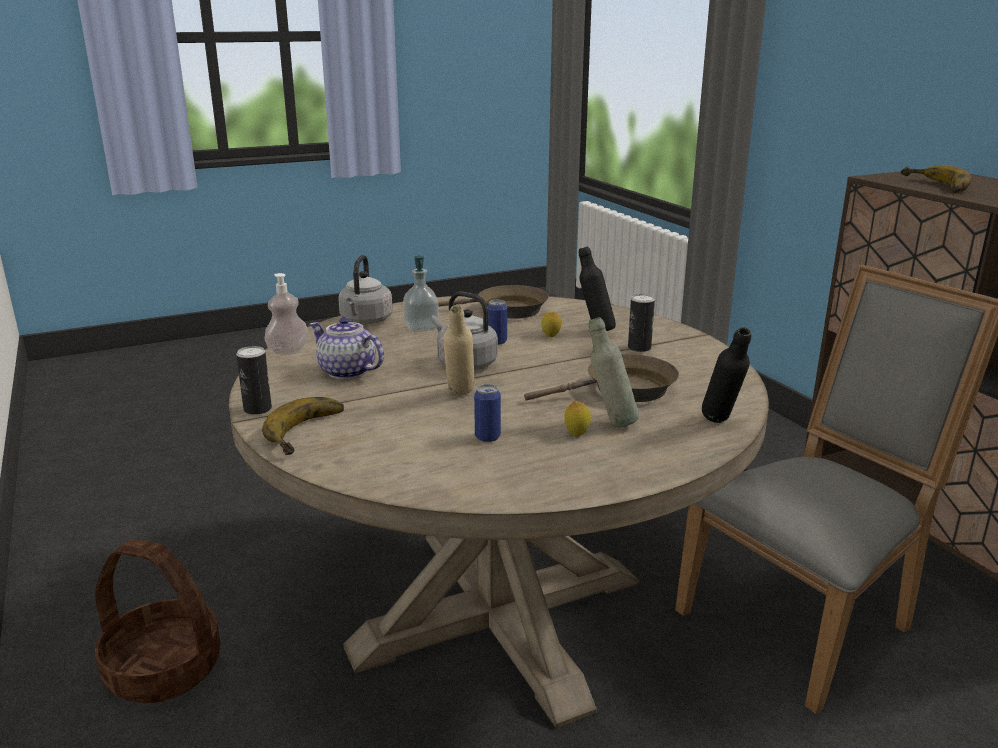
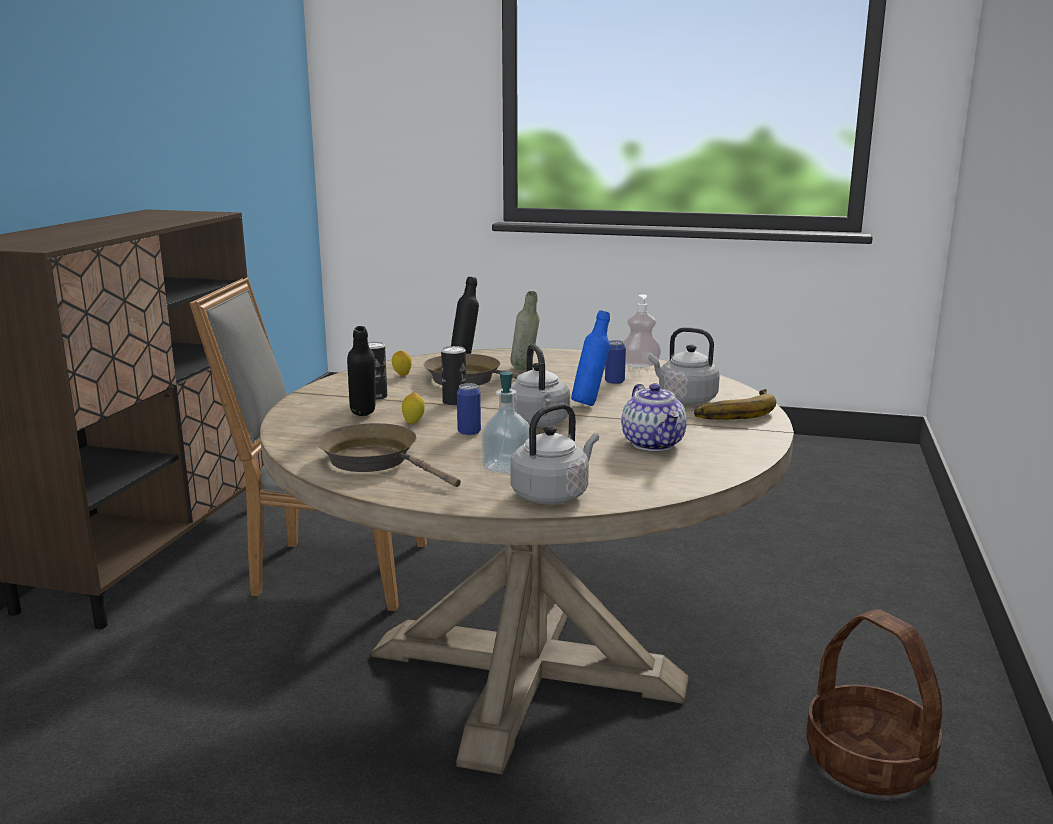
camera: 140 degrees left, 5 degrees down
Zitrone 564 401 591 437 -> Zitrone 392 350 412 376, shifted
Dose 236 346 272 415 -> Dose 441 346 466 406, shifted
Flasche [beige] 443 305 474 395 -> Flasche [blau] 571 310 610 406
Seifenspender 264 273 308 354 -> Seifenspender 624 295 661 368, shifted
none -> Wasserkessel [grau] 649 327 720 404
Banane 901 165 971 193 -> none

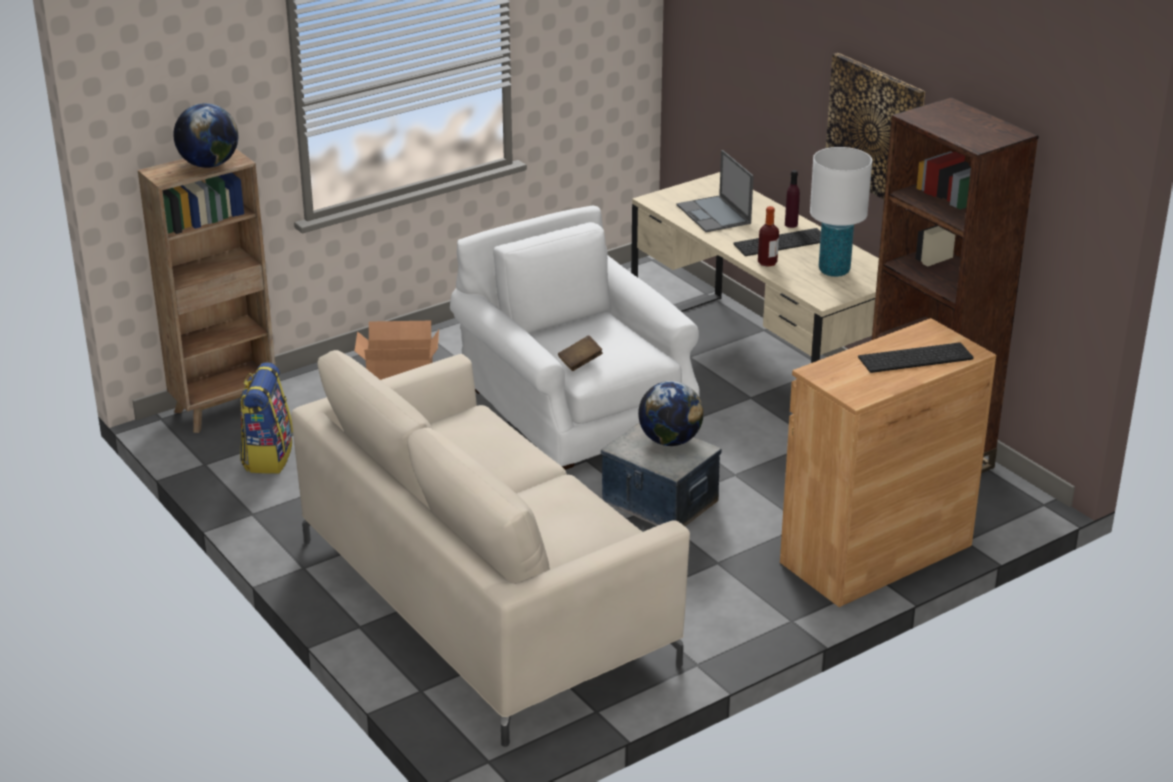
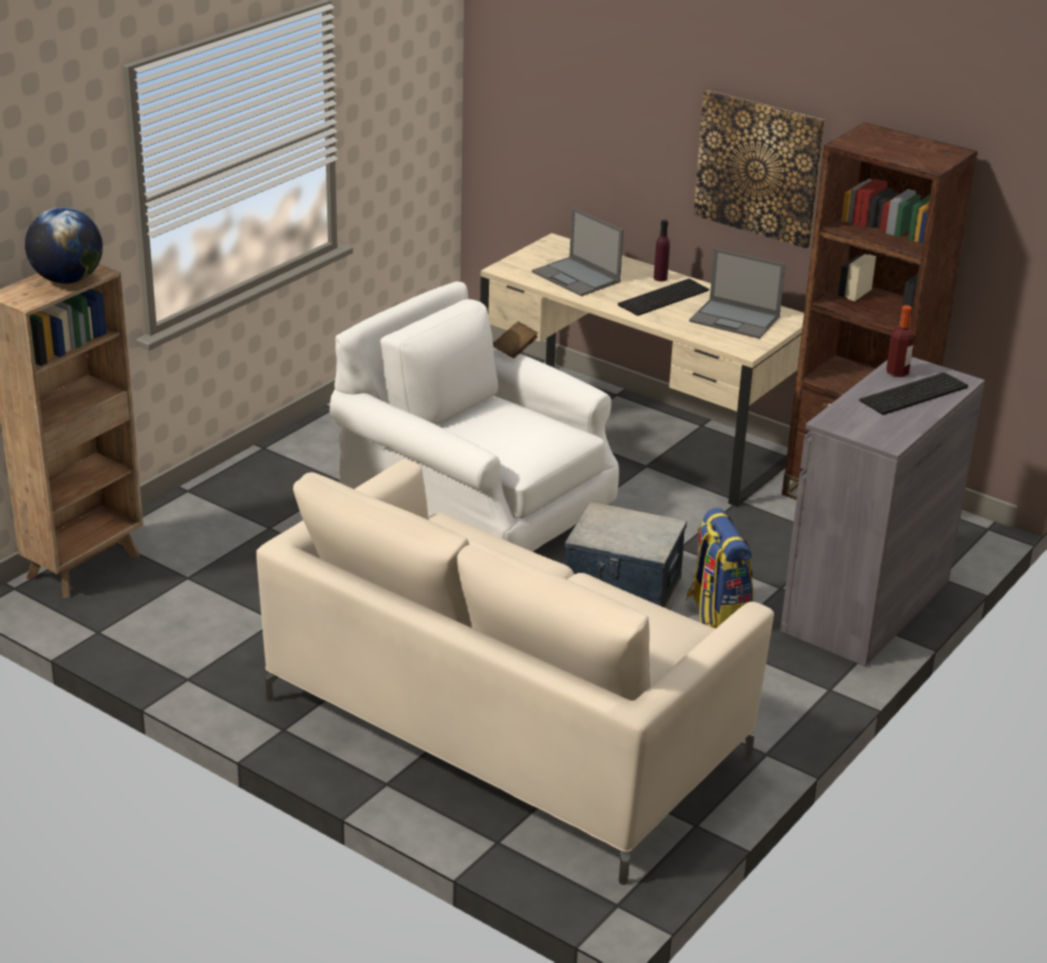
camera: 20 degrees left, 0 degrees up
Buch [braun] 558 335 603 371 -> Buch [braun] 493 321 538 358, shifted
Rucksack 240 362 293 474 -> Rucksack 686 508 753 629, shifted
Tischlampe [weiß] 810 147 872 277 -> Laptop 689 248 785 339
Schrank [braun] 780 318 996 607 -> Schrank [grau] 780 357 985 667
Flasche 758 206 779 267 -> Flasche 886 305 914 377, shifted
Karton 355 321 439 380 -> none
Globus 638 381 704 446 -> none

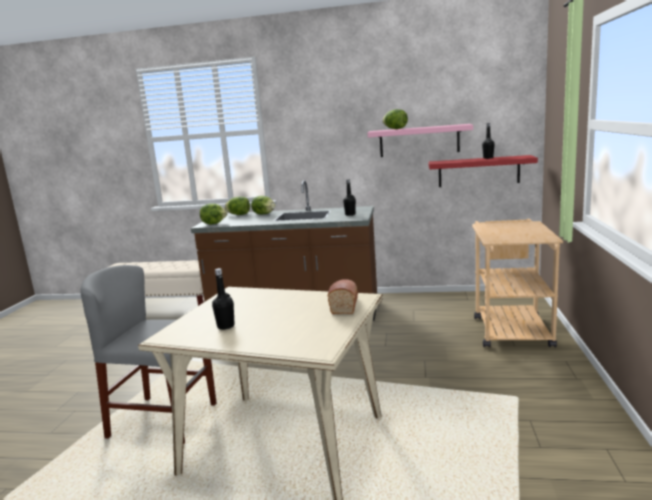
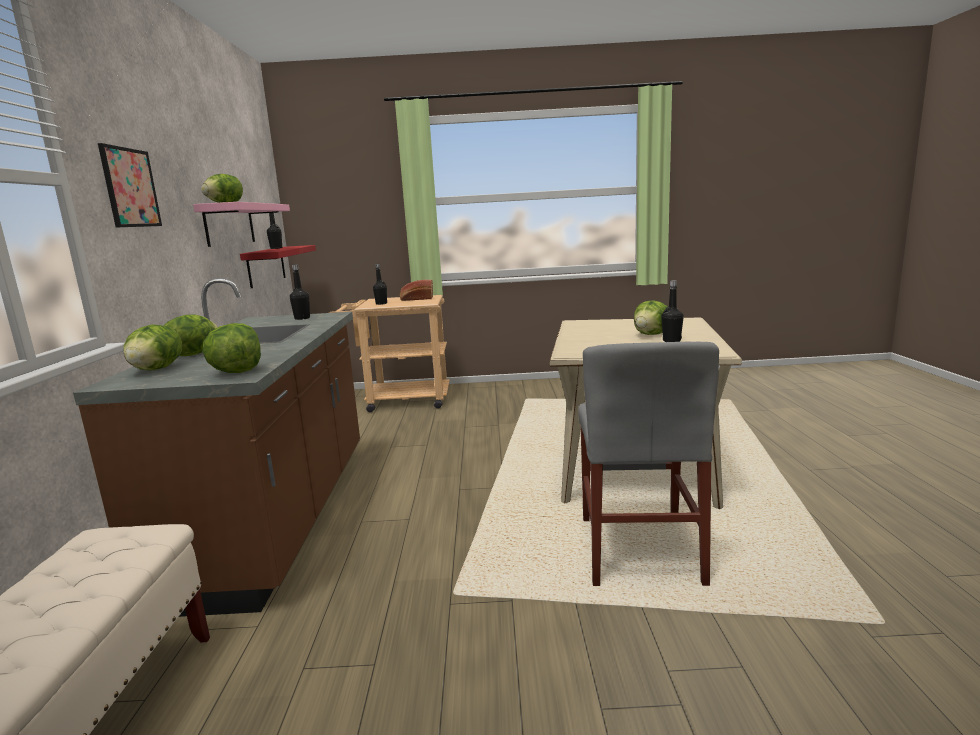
camera: 100 degrees left, 0 degrees up
none -> Bild 98 143 162 228
none -> Flasche [schwarz] 373 264 387 305
Brot 328 279 358 314 -> Brot 400 279 433 301, shifted
none -> Salatkopf 634 300 667 335

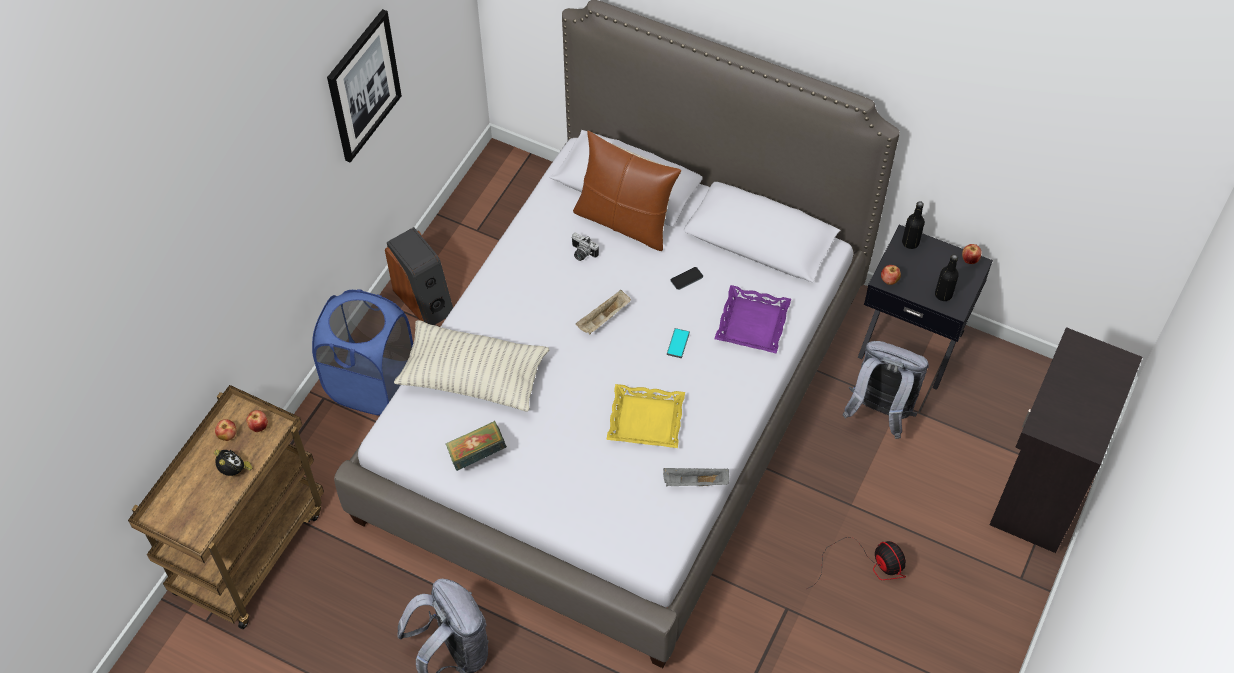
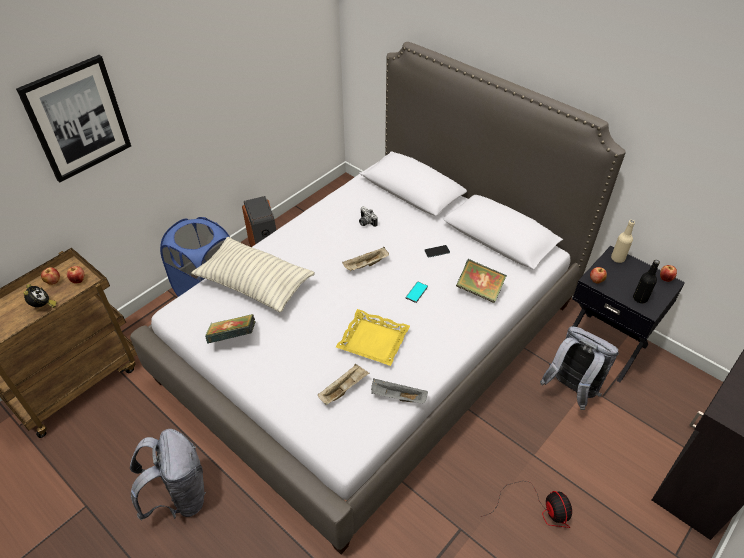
camera: 15 degrees right, 10 degrees down
Bild 327 9 402 163 -> Bild 16 55 131 183, shifted
none -> Tablett [beige] 318 364 369 405
Tablett [lila] 715 285 791 354 -> Buch 456 259 507 303
Flasche [schwarz] 902 201 925 249 -> Flasche [beige] 611 220 635 263
Kissen [braun] 573 131 681 251 -> none

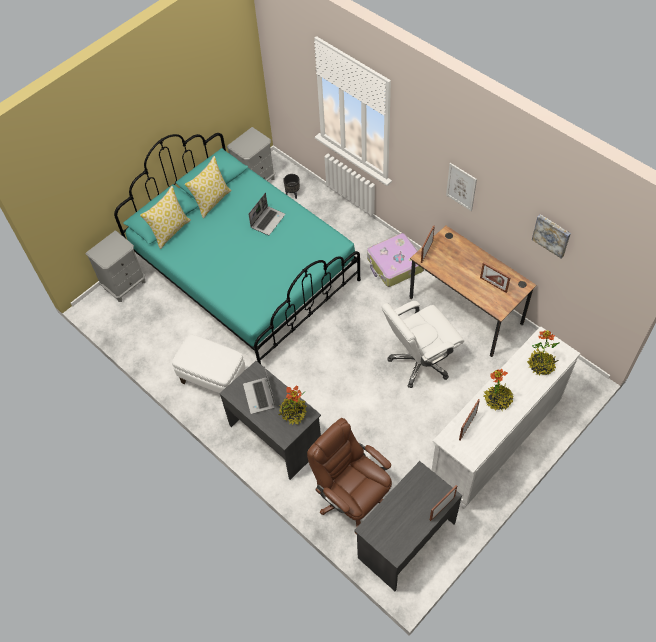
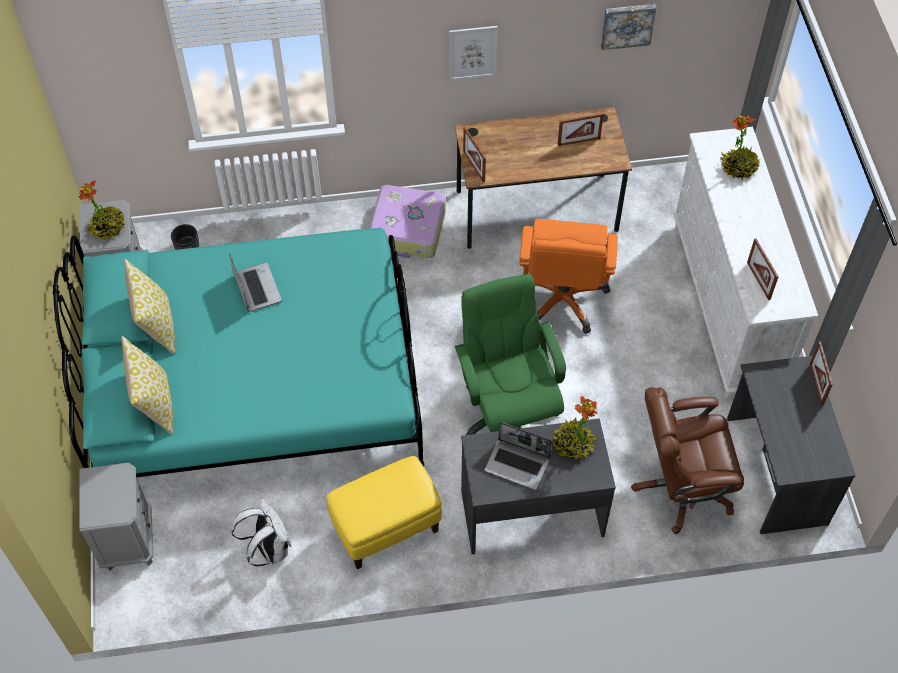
camera: 55 degrees left, 0 degrees up
Topfpflanze 484 369 514 411 -> Topfpflanze 79 180 125 240, shifted
none -> Rucksack [weiß] 232 499 292 566
Polsterhocker [weiß] 172 335 245 393 -> Polsterhocker [gelb] 326 456 442 569
none -> Bürostuhl [grün] 455 274 566 435
Bürostuhl [weiß] 382 301 464 388 -> Bürostuhl [orange] 519 219 618 334

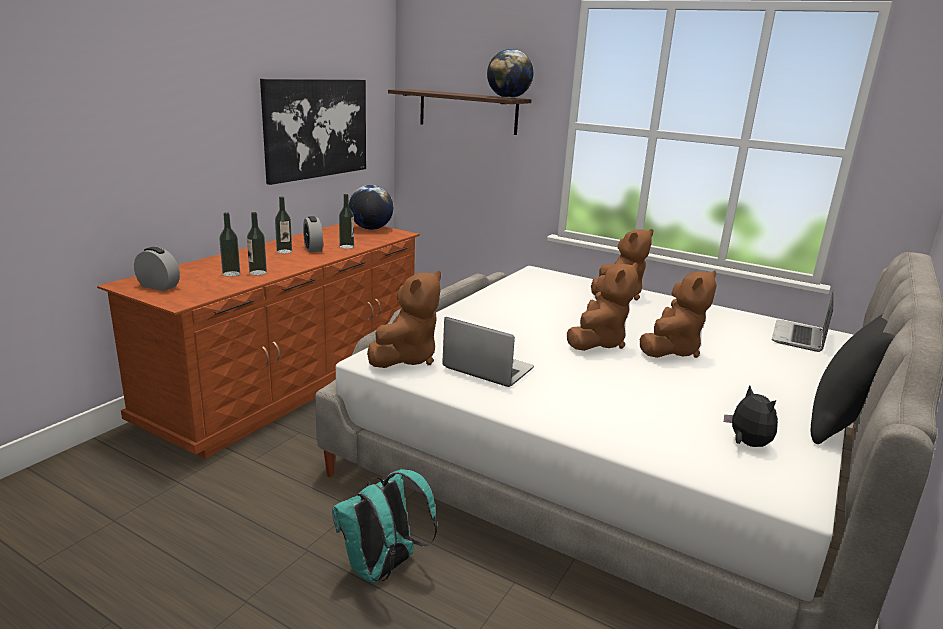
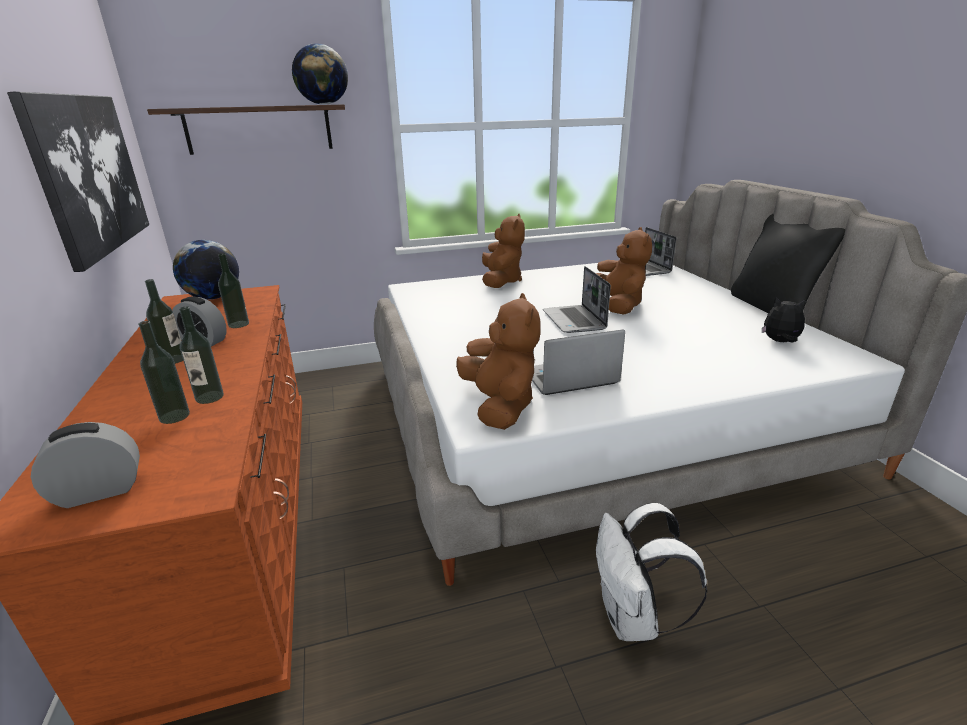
camera: 45 degrees left, 5 degrees up
Plüschtier [braun] 567 263 638 351 -> Laptop 543 266 611 333
Rucksack [türkis] 332 469 437 583 -> Rucksack [weiß] 596 503 707 641

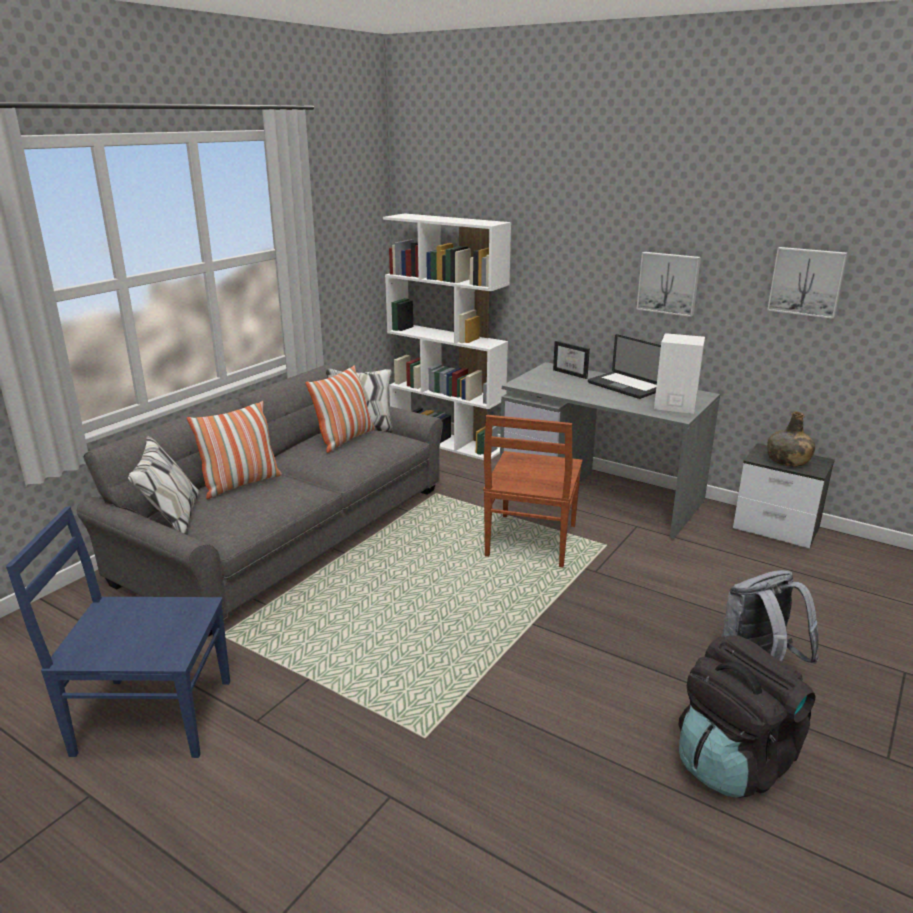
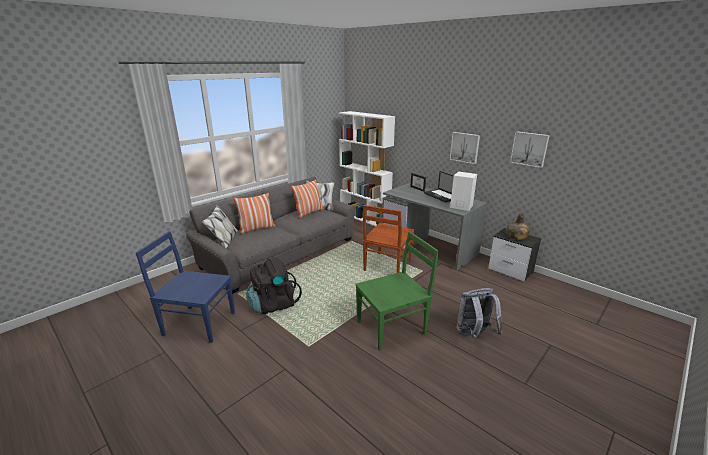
camera: 10 degrees right, 0 degrees up
Rucksack [schwarz] 678 635 816 798 -> Rucksack [schwarz] 246 257 302 314, shifted
none -> Stuhl [grün] 355 231 439 351

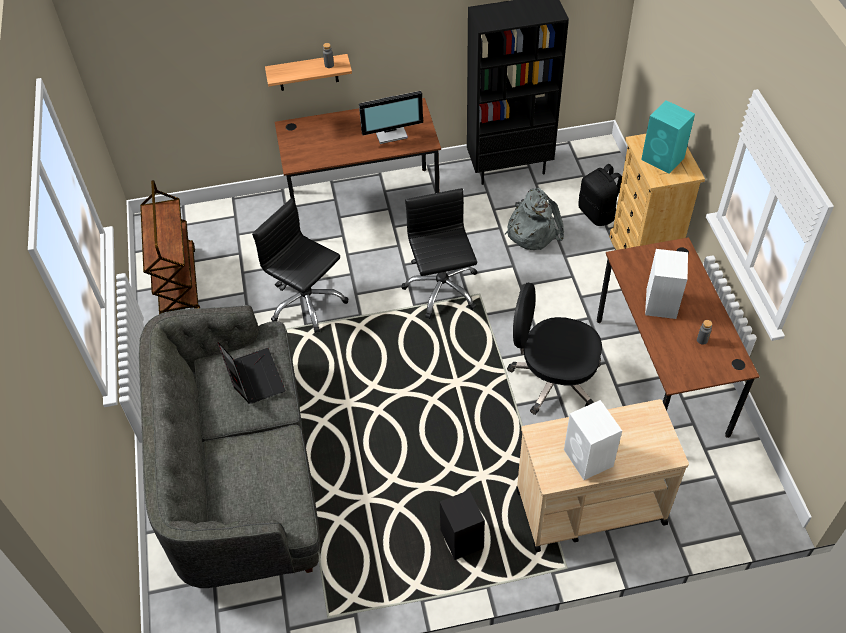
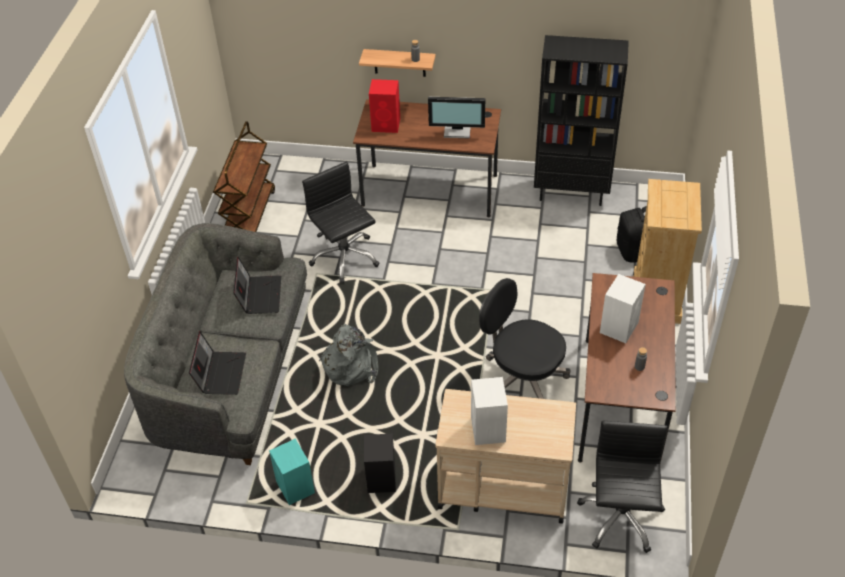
camera: 20 degrees right, 5 degrees down
none -> Laptop 189 331 246 395
Lautsprecher [türkis] 641 100 695 174 -> Lautsprecher [türkis] 269 439 315 505, shifted
Rucksack [grau] 505 188 564 250 -> Rucksack [grau] 319 324 379 386, shifted
none -> Lautsprecher [rot] 369 79 400 133
Bürostuhl [schwarz] 402 188 478 319 -> Bürostuhl [schwarz] 577 421 668 553, shifted

